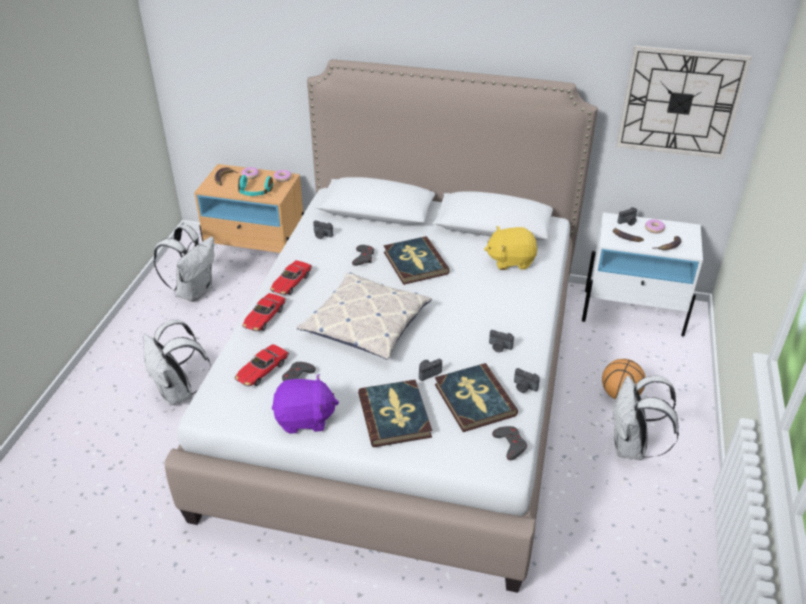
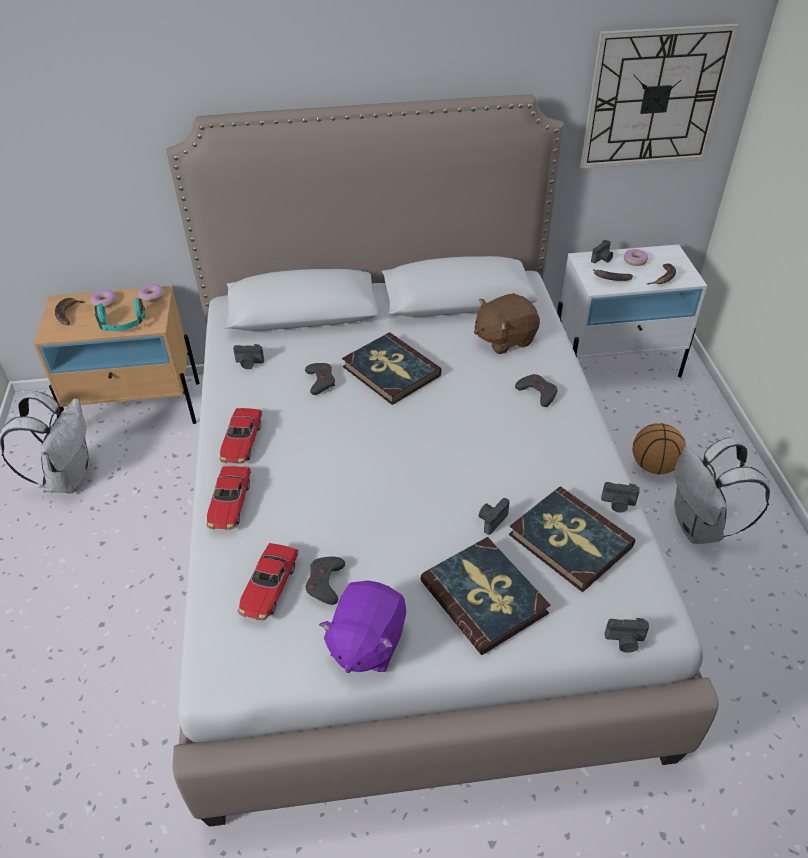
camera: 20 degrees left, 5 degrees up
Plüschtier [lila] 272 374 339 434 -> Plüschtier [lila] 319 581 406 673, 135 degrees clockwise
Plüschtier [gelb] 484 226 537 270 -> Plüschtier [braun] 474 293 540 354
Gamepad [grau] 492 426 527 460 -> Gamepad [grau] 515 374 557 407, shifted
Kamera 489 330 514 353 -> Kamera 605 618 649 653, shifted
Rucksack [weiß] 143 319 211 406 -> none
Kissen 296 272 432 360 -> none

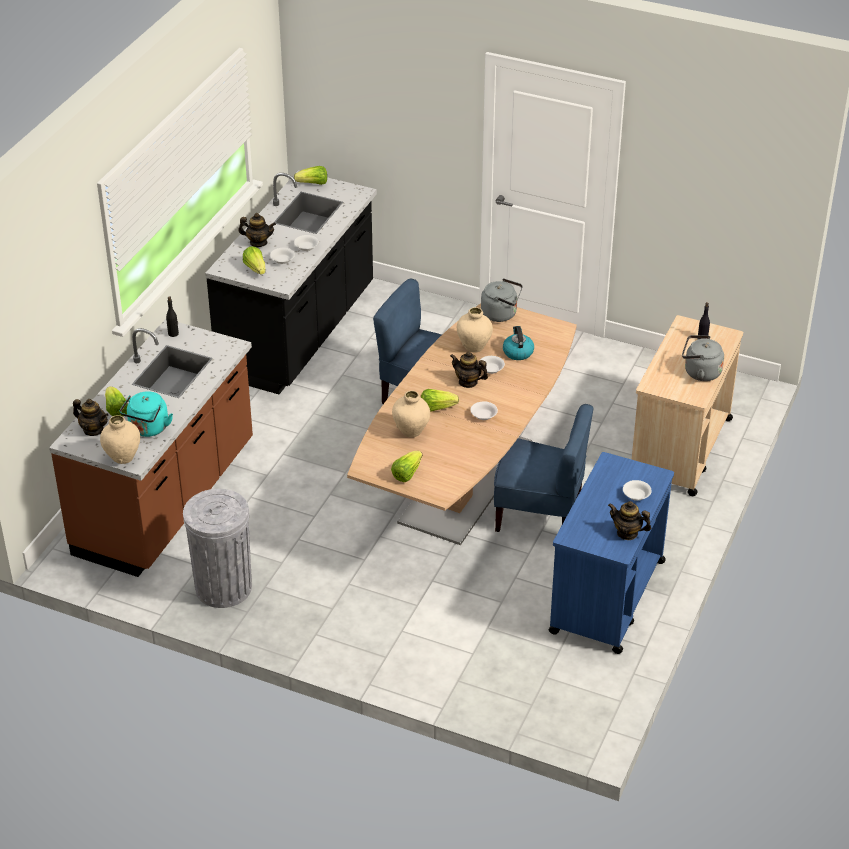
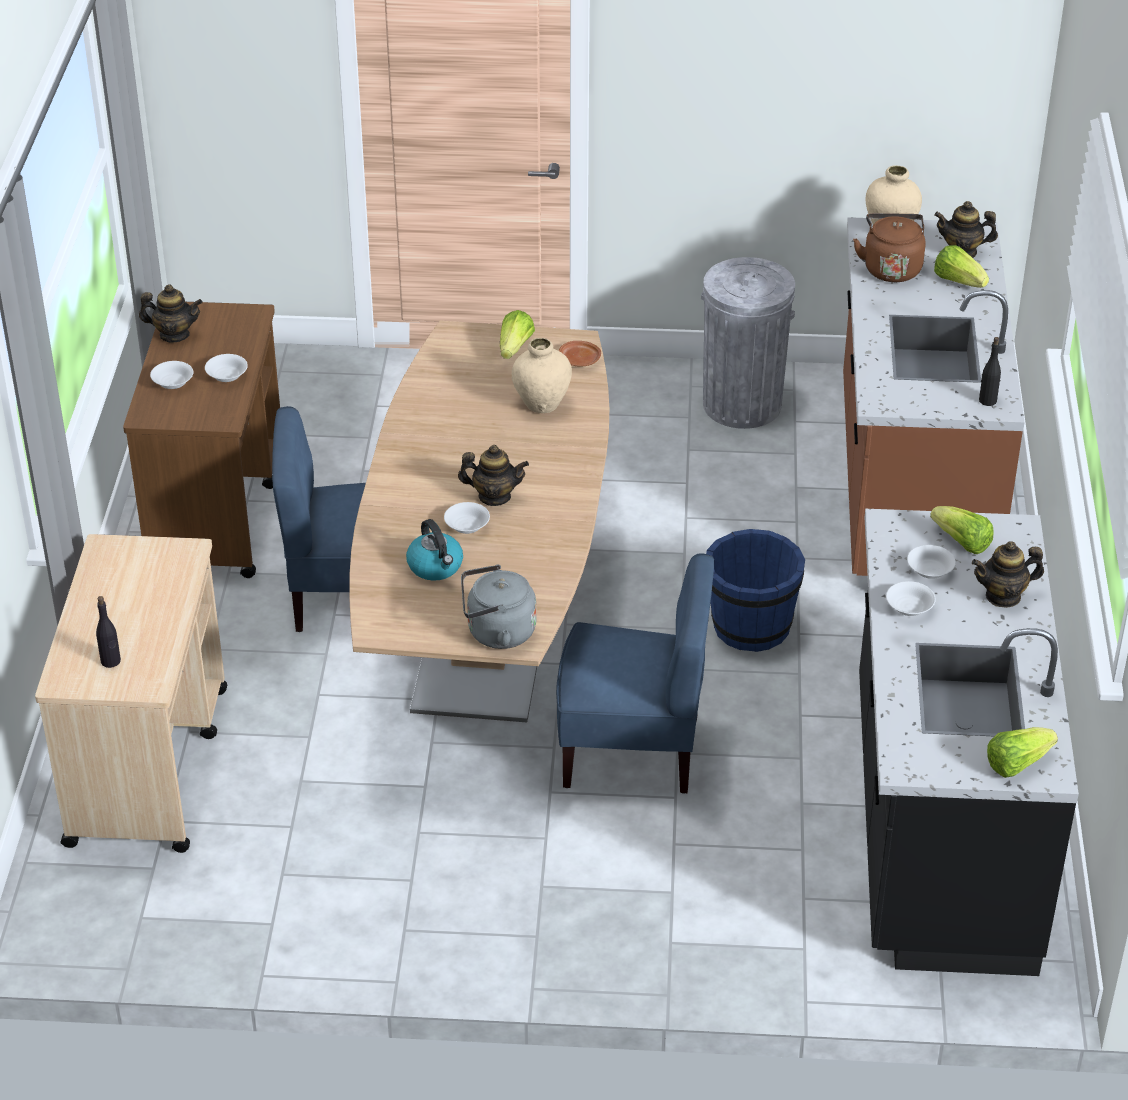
camera: 160 degrees right, 0 degrees up
Rollwagen [blau] 549 452 674 654 -> Rollwagen [braun] 123 302 280 578
Schüssel [weiß] 471 401 498 420 -> Schüssel [weiß] 205 354 248 382, shifted
none -> Teller [braun] 559 341 601 366
none -> Eimer [blau] 706 529 805 652
Wasserkessel [türkis] 119 391 173 437 -> Wasserkessel [braun] 853 213 925 282
Salatkopf 421 389 459 412 -> none
Vase [beige] 457 307 493 352 -> none
Wasserkessel [grau] 682 335 724 381 -> none

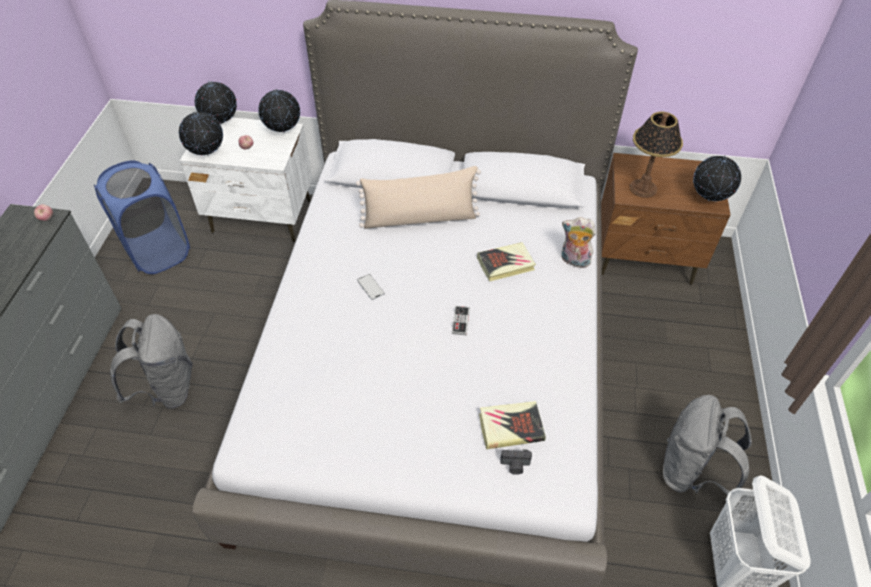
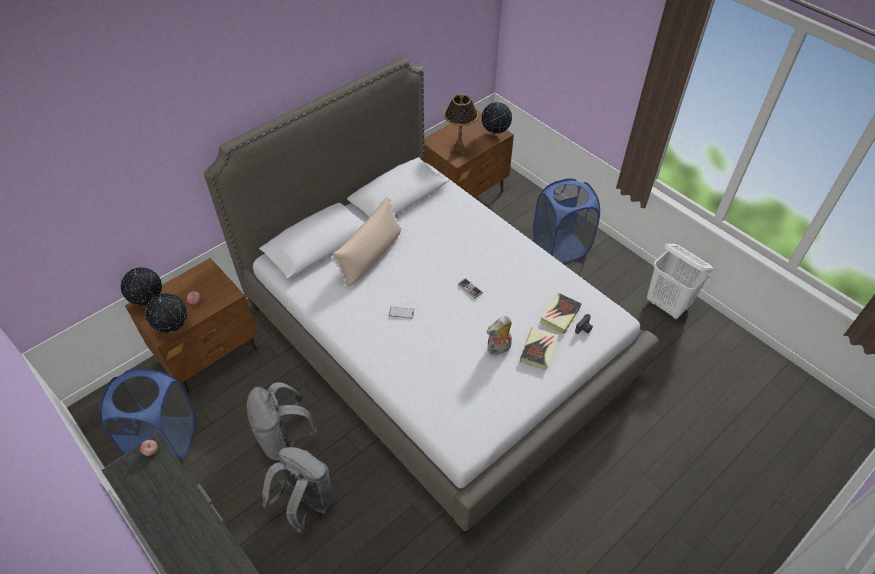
camera: 50 degrees left, 0 degrees up
Nachttisch [weiß] 180 117 312 242 -> Nachttisch [braun] 125 258 258 395
Rucksack [grau] 663 395 752 495 -> Rucksack [grau] 246 382 317 460, shifted
Plüschtier 561 217 596 270 -> Plüschtier 487 316 512 355, shifted
Buch 477 242 536 281 -> Buch 520 327 559 370, shifted
none -> Wäschekorb [blau] 533 178 600 264
Globus 258 89 300 133 -> none

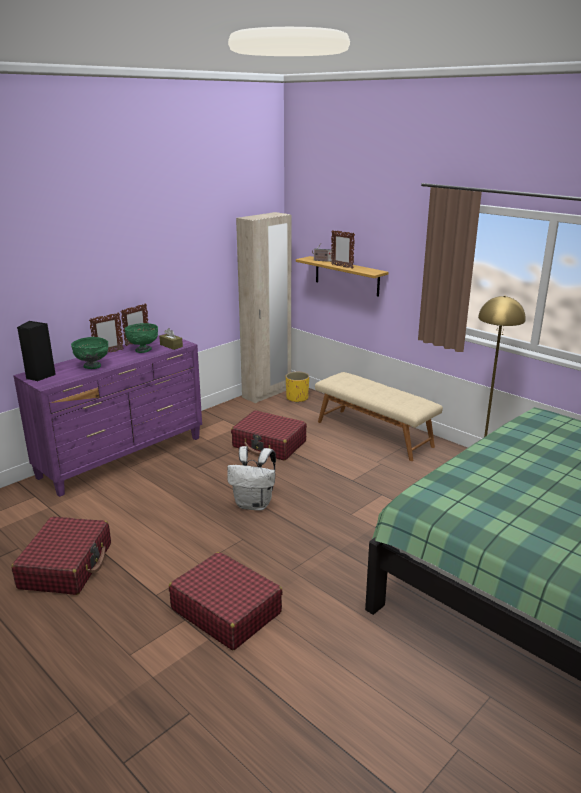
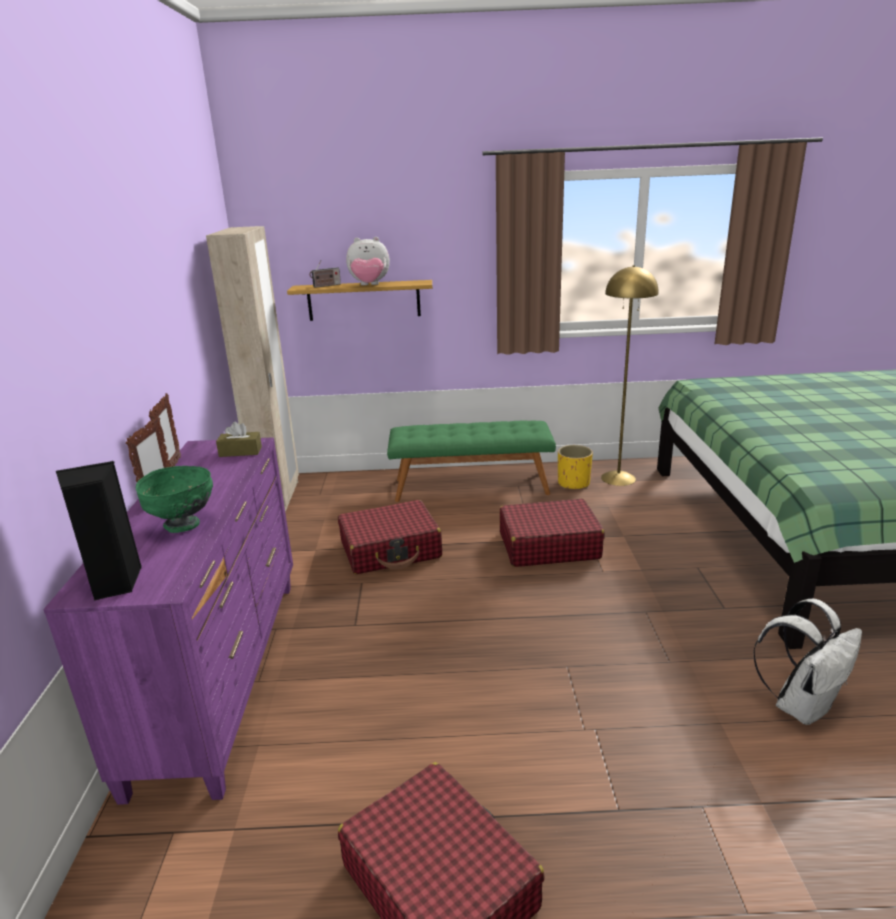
camera: 45 degrees left, 0 degrees up
Bilderrahmen 331 230 355 269 -> Plüschtier 346 237 390 285
Bank [beige] 315 372 443 461 -> Bank [grün] 387 420 556 502
Koffer [rot] 169 552 283 650 -> Koffer [rot] 500 499 604 567, shifted
Pflanzkübel [gelb] 286 372 309 403 -> Pflanzkübel [gelb] 558 445 593 489, shifted
Rucksack [weiß] 227 446 276 511 -> Rucksack [weiß] 753 599 862 725, shifted
Schüssel [grün] 125 323 158 353 -> none

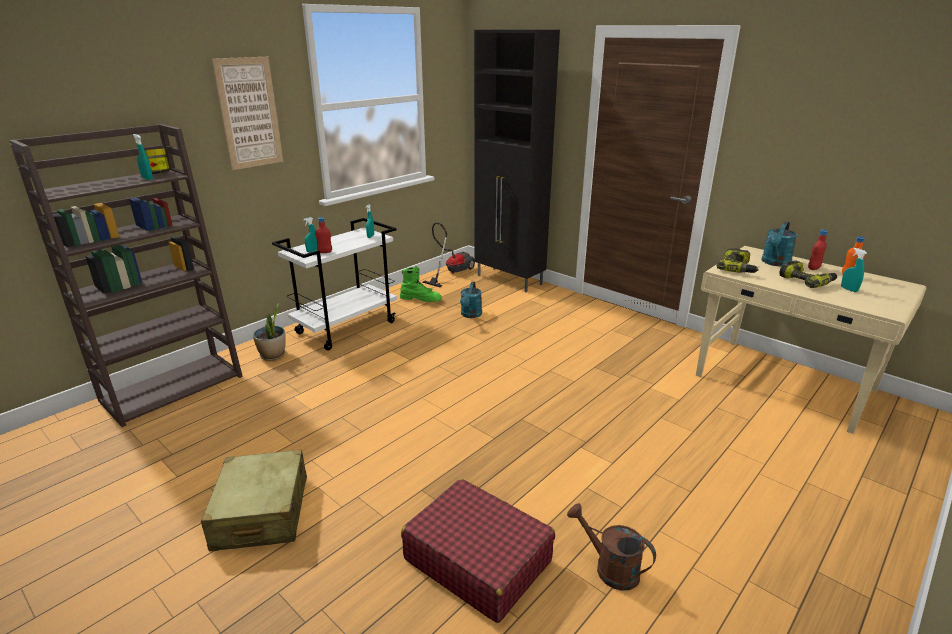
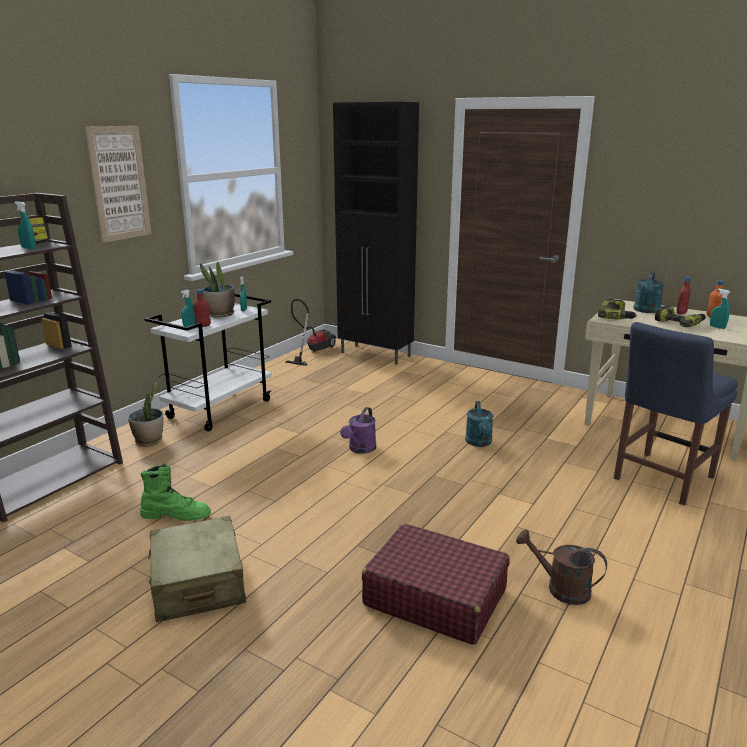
camera: 10 degrees left, 5 degrees down
Stiefel [grün] 400 266 442 302 -> Stiefel [grün] 140 463 211 521, shifted
none -> Topfpflanze 200 261 235 317
none -> Gießkanne [lila] 340 407 376 454
Gießkanne [türkis] 460 282 482 318 -> Gießkanne [türkis] 465 401 493 447, shifted
none -> Stuhl [blau] 614 322 738 506

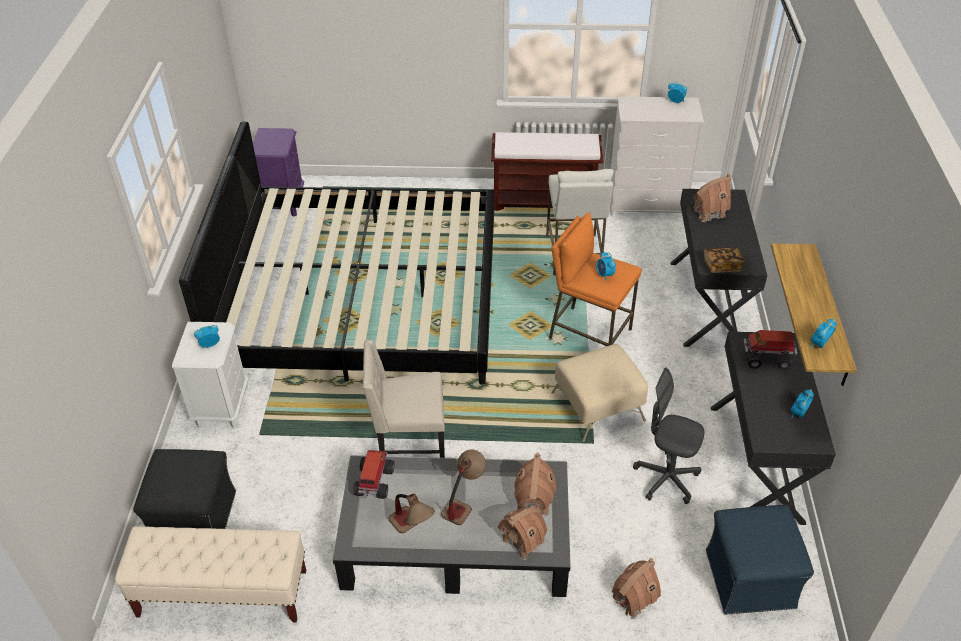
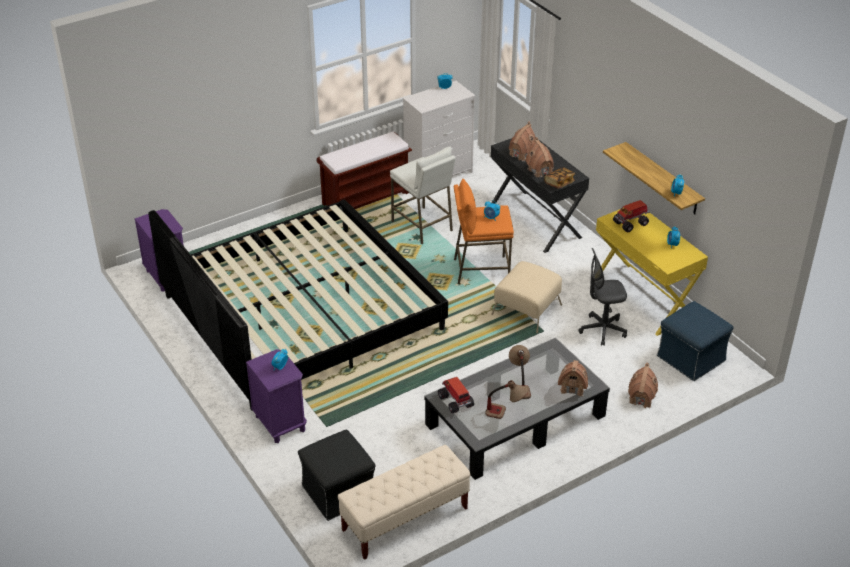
camera: 35 degrees left, 5 degrees down
Nachttisch [weiß] 172 322 248 429 -> Nachttisch [lila] 246 349 307 443
Spielzeughaus 514 453 556 516 -> Spielzeughaus 525 137 554 178, shifted
Schreibtisch [schwarz] 711 332 836 525 -> Schreibtisch [gelb] 596 208 708 336
Stuhl [beige] 363 340 445 458 -> none

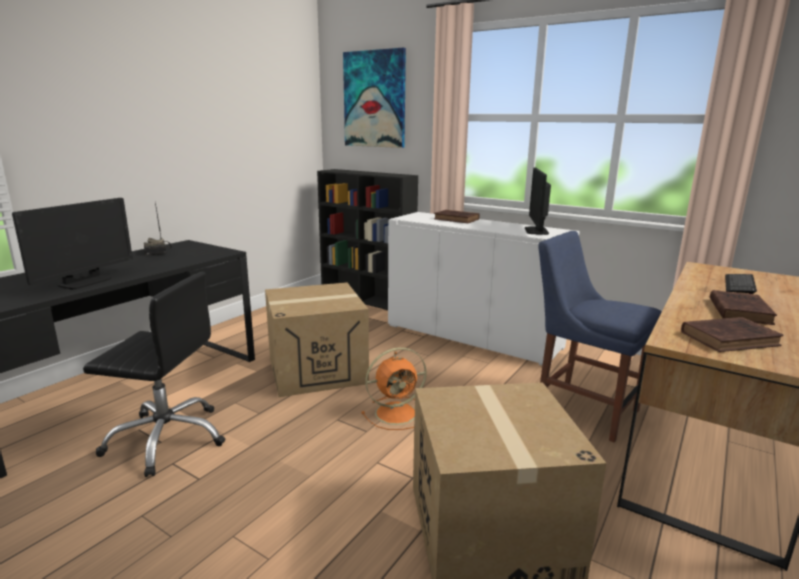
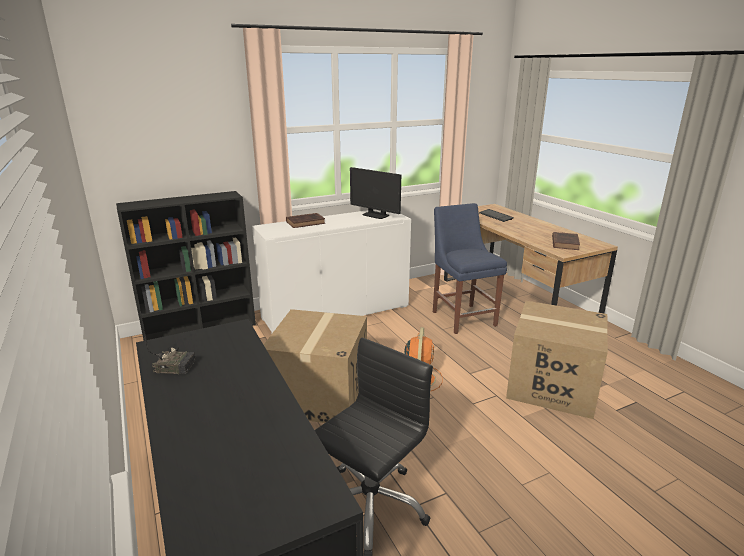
camera: 60 degrees left, 5 degrees up
Stuhl [blau] 538 231 661 443 -> Stuhl [blau] 433 203 507 334, 90 degrees clockwise
Monitor 12 198 133 289 -> none
Bild 343 48 406 148 -> none
Buch [braun] 710 290 777 325 -> none

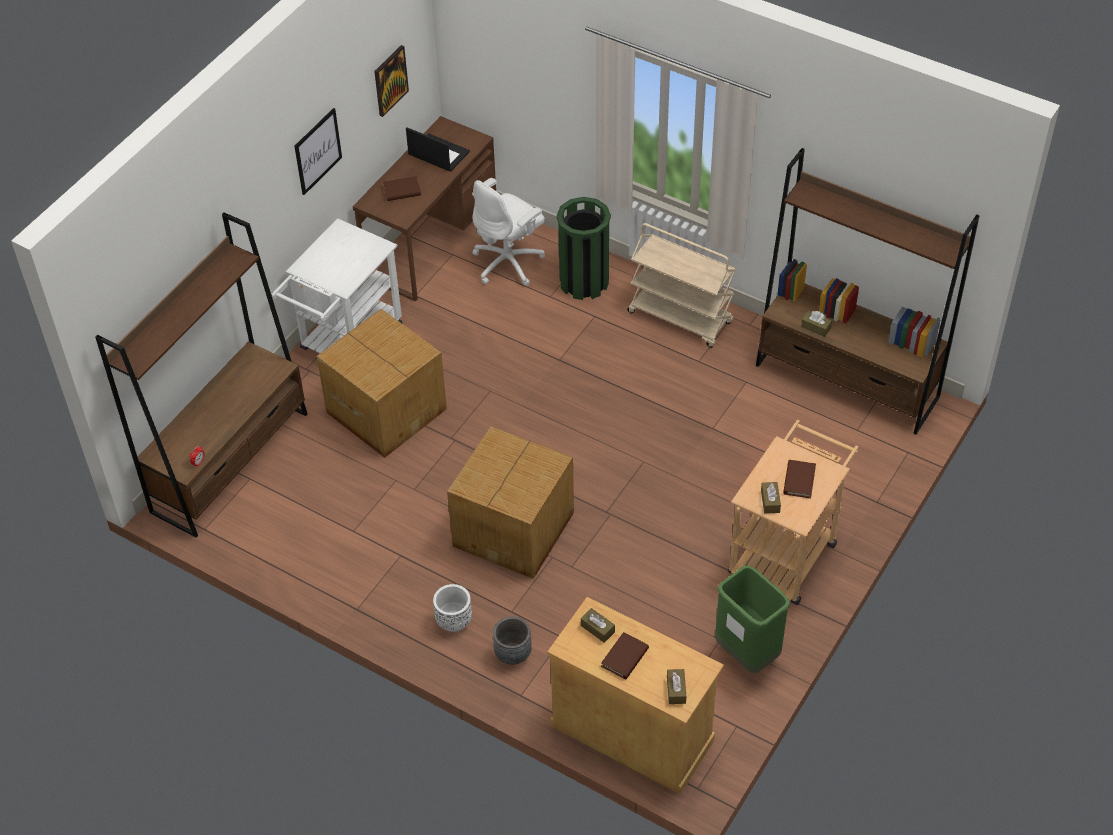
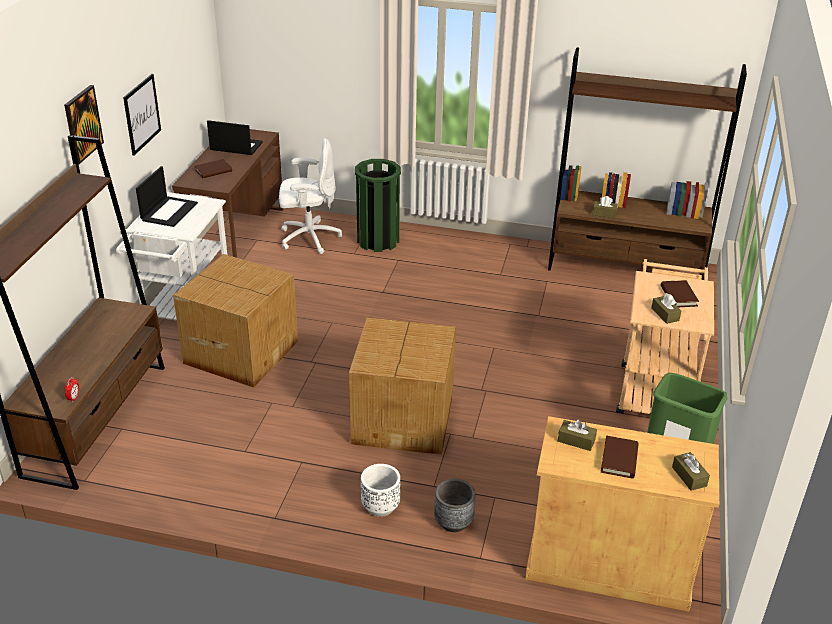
camera: 20 degrees left, 15 degrees down
Bild 374 45 409 117 -> Bild 64 85 104 164, shifted
none -> Laptop 136 166 198 227
Bürostuhl [weiß] 472 178 545 286 -> Bürostuhl [weiß] 279 138 342 254, 120 degrees counterclockwise
Rollwagen [beige] 627 223 736 348 -> none

